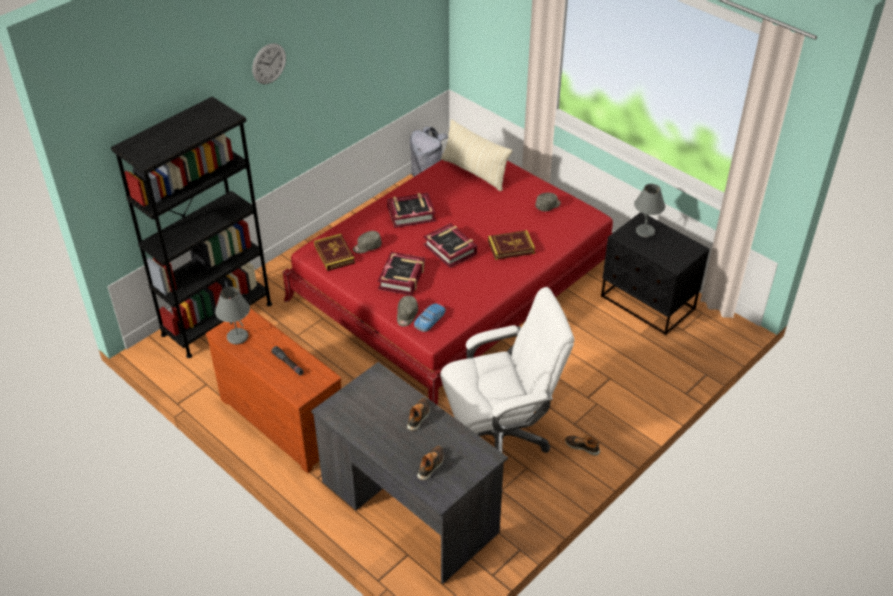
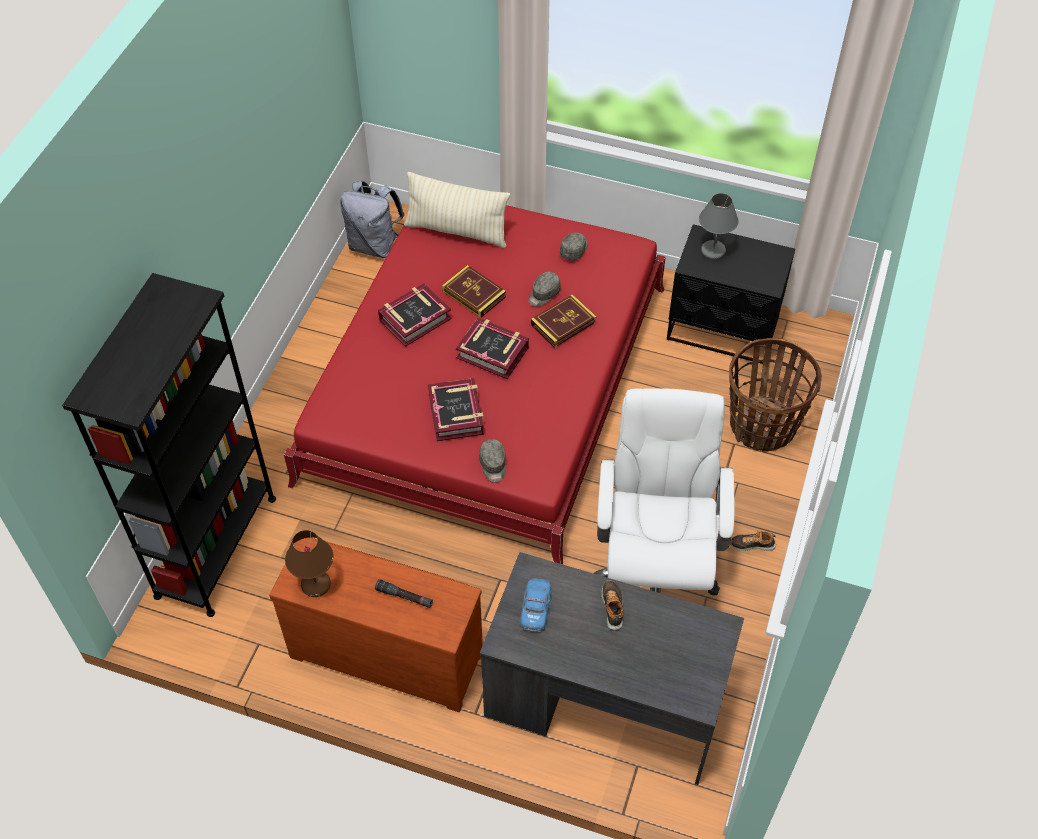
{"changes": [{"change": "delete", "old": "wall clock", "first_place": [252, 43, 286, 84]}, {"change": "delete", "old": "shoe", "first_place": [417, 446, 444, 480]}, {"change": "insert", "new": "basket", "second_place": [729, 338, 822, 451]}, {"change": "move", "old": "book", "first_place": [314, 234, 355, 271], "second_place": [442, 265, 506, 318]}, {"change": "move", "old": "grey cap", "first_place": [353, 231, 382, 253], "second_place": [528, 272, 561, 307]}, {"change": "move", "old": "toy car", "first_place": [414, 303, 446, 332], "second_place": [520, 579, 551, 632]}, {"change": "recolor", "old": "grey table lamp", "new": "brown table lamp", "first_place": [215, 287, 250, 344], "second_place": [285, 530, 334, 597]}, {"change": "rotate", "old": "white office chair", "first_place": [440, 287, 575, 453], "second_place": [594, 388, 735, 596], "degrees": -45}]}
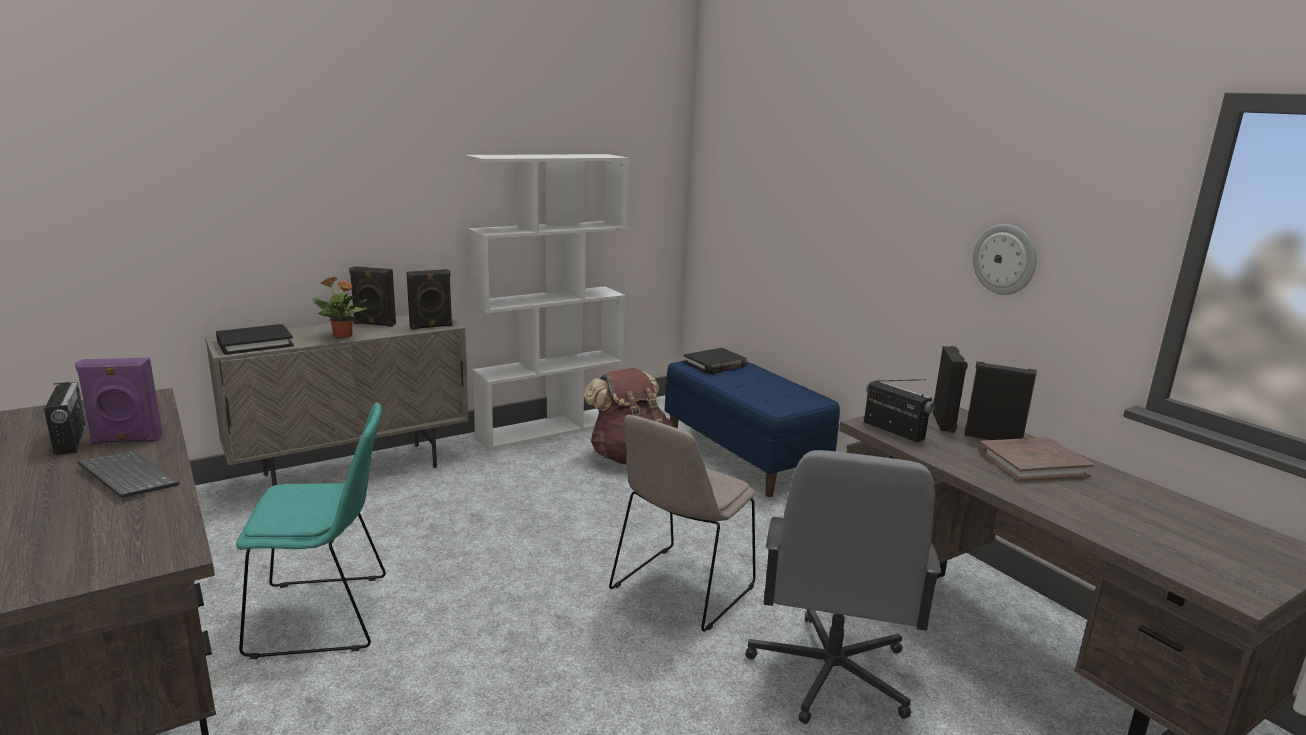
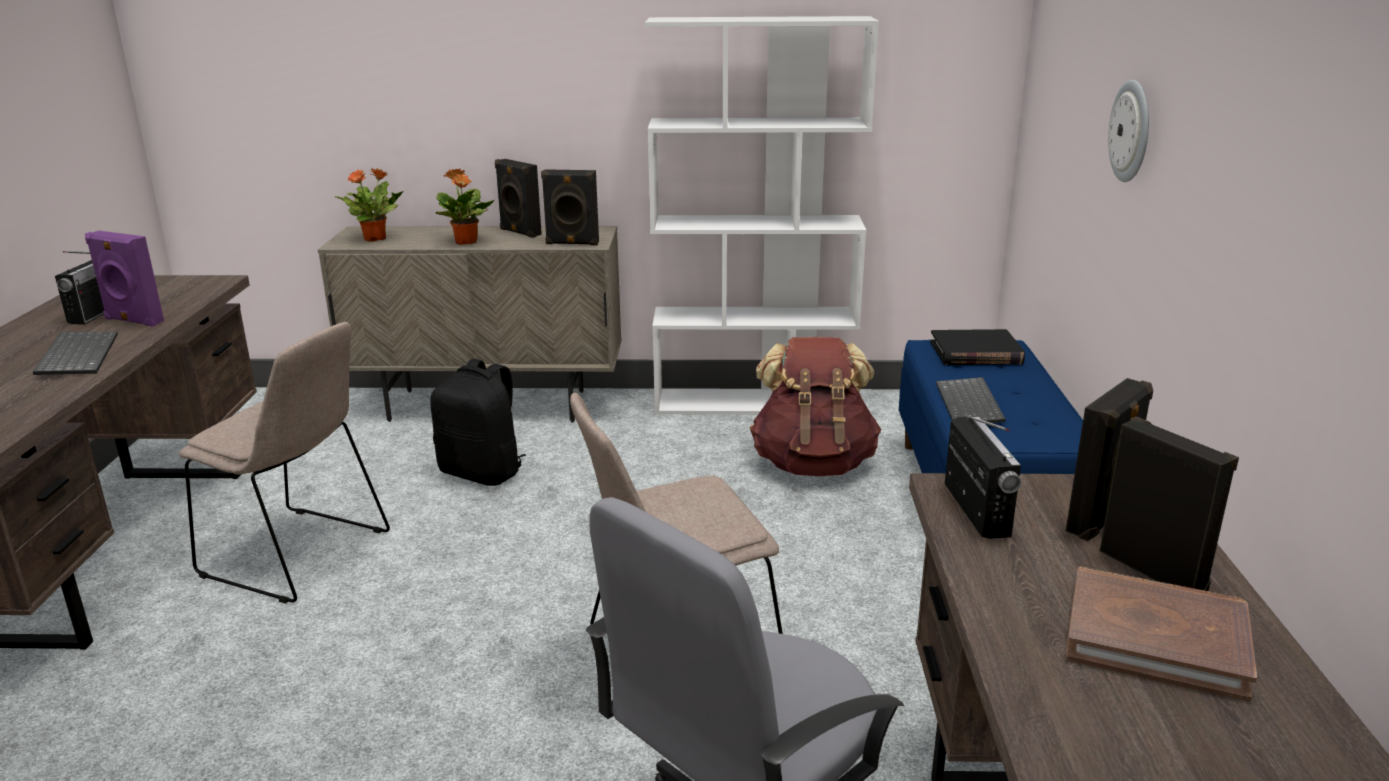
{"changes": [{"change": "insert", "new": "black backpack", "second_place": [430, 359, 526, 486]}, {"change": "insert", "new": "keyboard", "second_place": [936, 377, 1006, 423]}, {"change": "move", "old": "wall clock", "first_place": [973, 224, 1036, 295], "second_place": [1108, 80, 1149, 182]}, {"change": "replace", "old": "black book", "new": "potted plant", "first_place": [216, 324, 294, 355], "second_place": [335, 168, 404, 242]}, {"change": "recolor", "old": "turquoise chair", "new": "beige chair", "first_place": [236, 403, 386, 659], "second_place": [179, 322, 390, 604]}]}
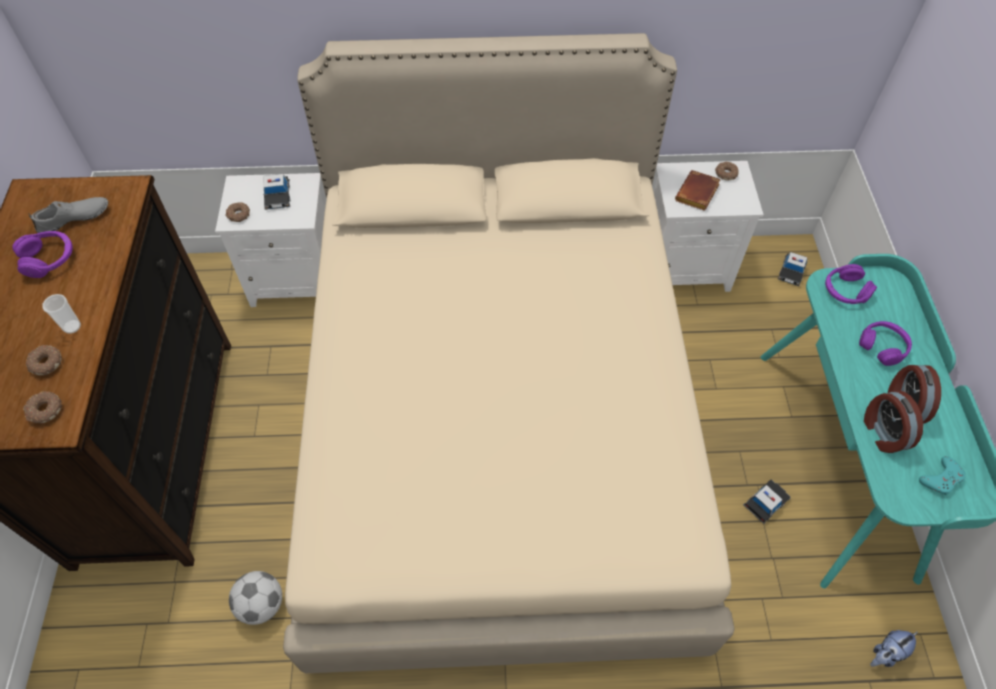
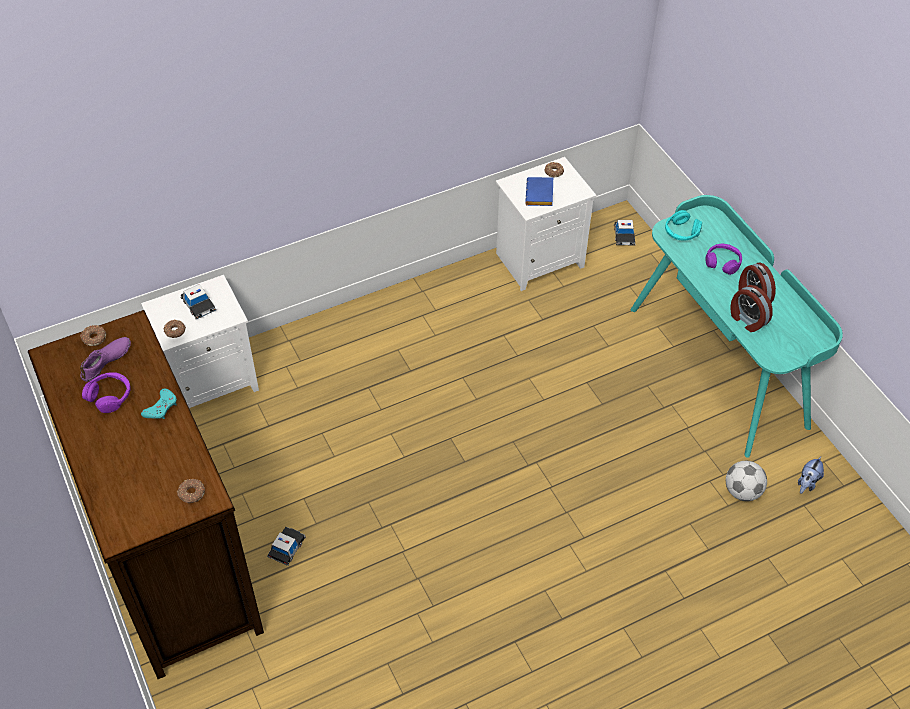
{"changes": [{"change": "delete", "old": "cup", "first_place": [42, 294, 81, 334]}, {"change": "delete", "old": "beige bed", "first_place": [283, 33, 735, 673]}, {"change": "move", "old": "donut", "first_place": [26, 345, 62, 375], "second_place": [80, 325, 106, 346]}, {"change": "move", "old": "football", "first_place": [229, 571, 282, 625], "second_place": [726, 461, 767, 501]}, {"change": "move", "old": "toy car", "first_place": [743, 480, 790, 524], "second_place": [267, 527, 306, 566]}, {"change": "move", "old": "turquoise game controller", "first_place": [919, 456, 965, 495], "second_place": [141, 388, 177, 419]}, {"change": "recolor", "old": "grey shoe", "new": "purple shoe", "first_place": [29, 197, 108, 233], "second_place": [80, 337, 131, 382]}, {"change": "recolor", "old": "brown book", "new": "blue book", "first_place": [675, 170, 721, 211], "second_place": [525, 177, 553, 206]}, {"change": "recolor", "old": "purple headphones", "new": "turquoise headphones", "first_place": [825, 264, 877, 304], "second_place": [665, 210, 702, 241]}]}
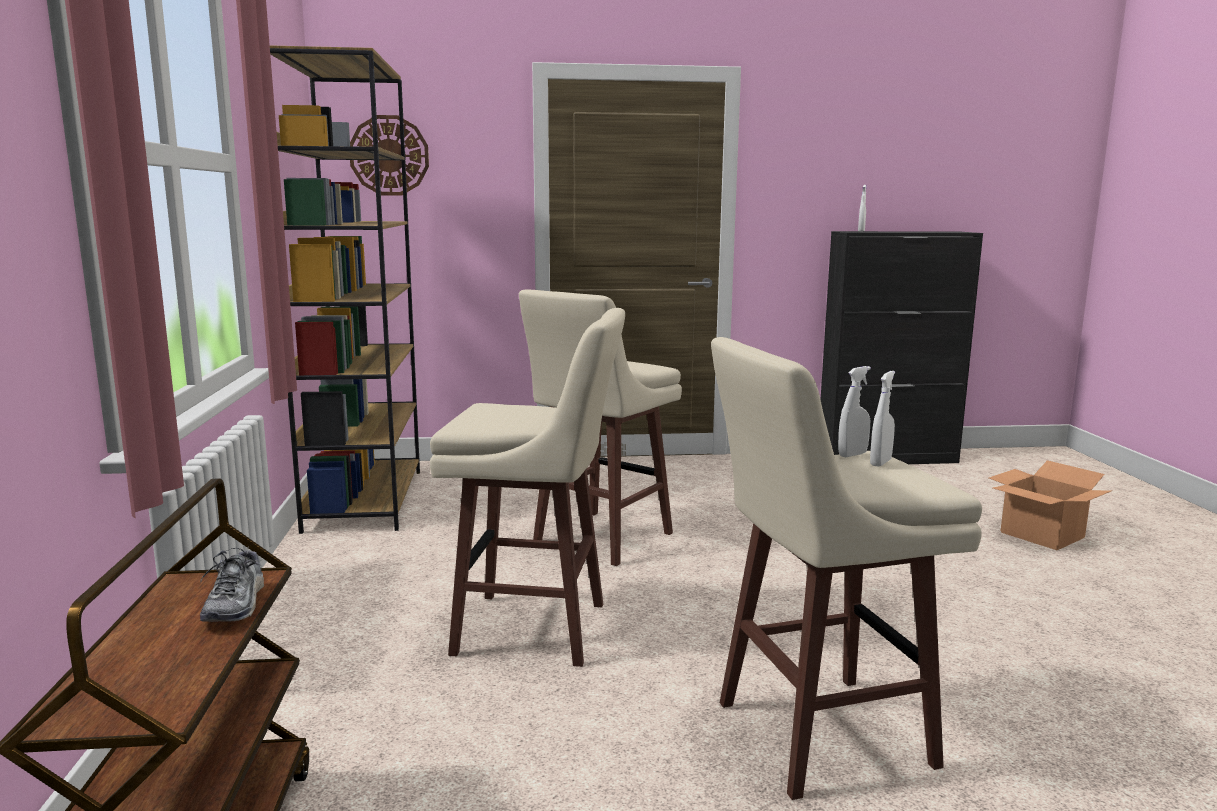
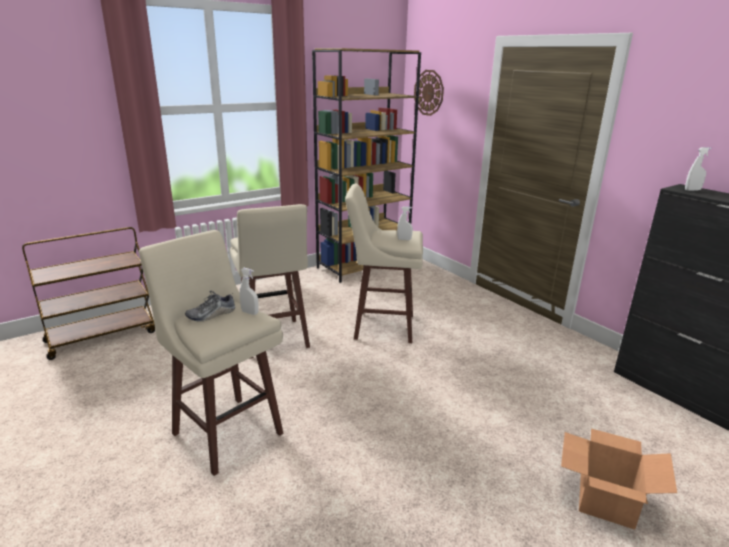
{"changes": [{"change": "move", "old": "shoe", "first_place": [200, 548, 264, 622], "second_place": [185, 291, 236, 322]}, {"change": "move", "old": "white spray bottle", "first_place": [870, 371, 895, 466], "second_place": [397, 206, 413, 240]}]}
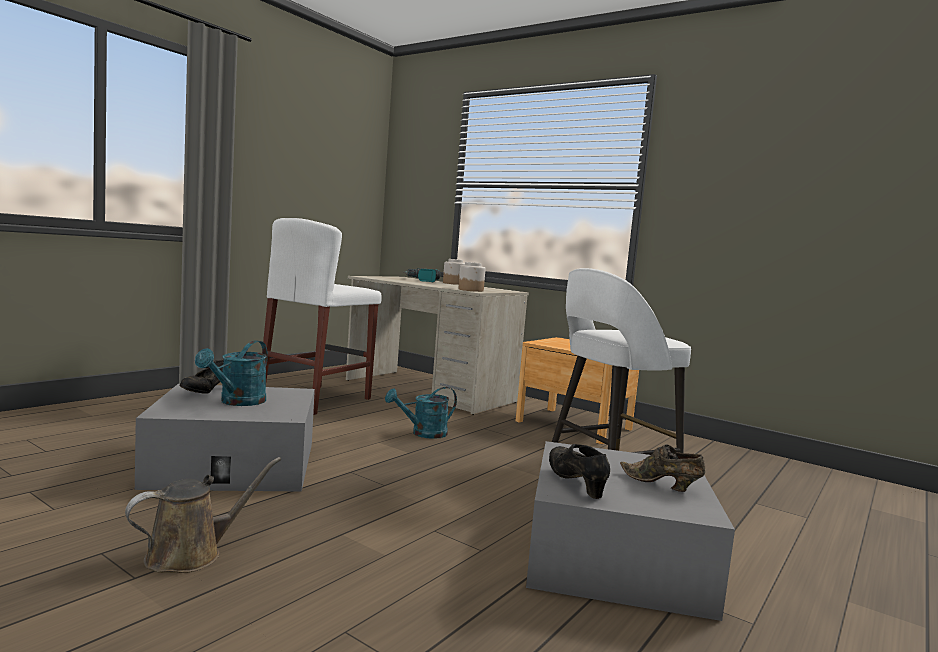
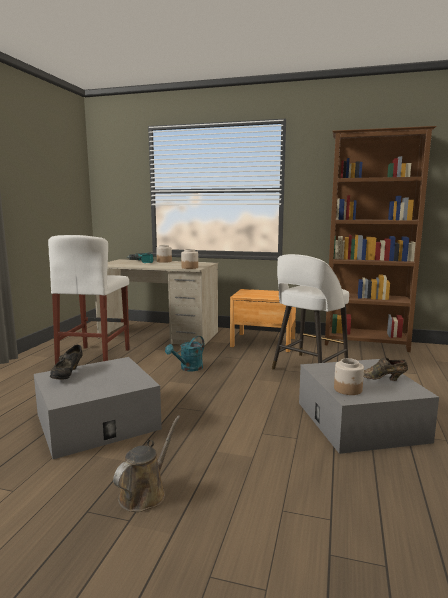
{"changes": [{"change": "delete", "old": "turquoise watering can", "first_place": [195, 340, 268, 406]}, {"change": "insert", "new": "brown bookcase", "second_place": [325, 126, 437, 352]}, {"change": "replace", "old": "black shoe", "new": "jar", "first_place": [549, 444, 610, 499], "second_place": [334, 358, 364, 395]}]}
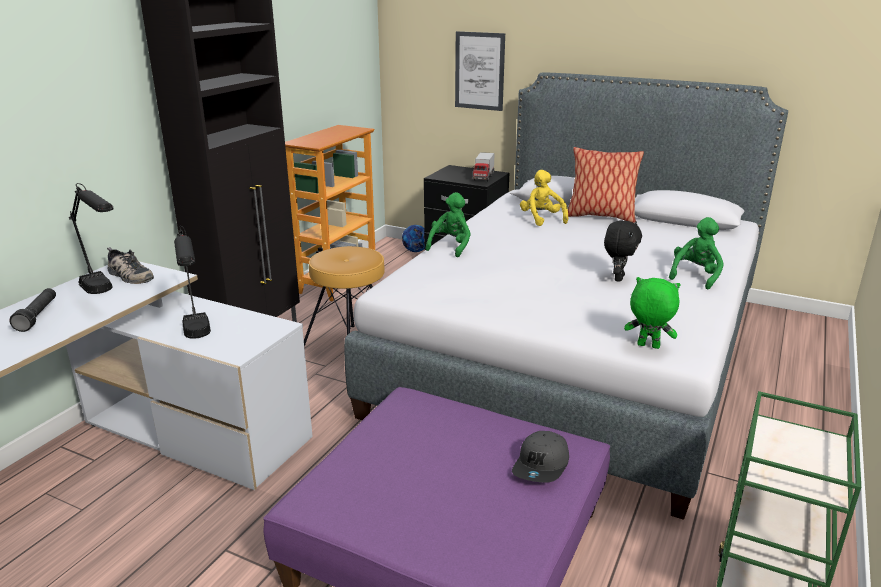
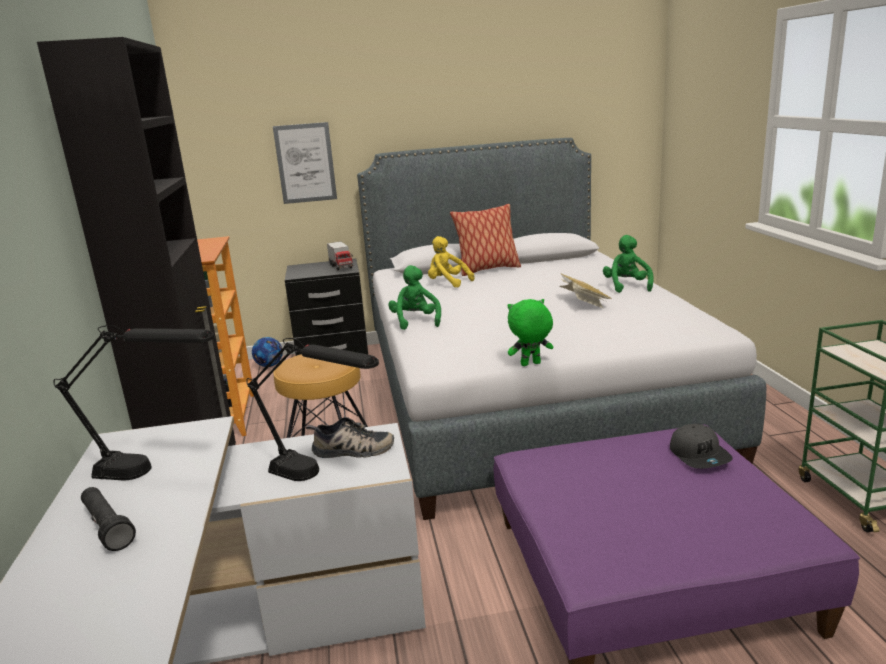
{"changes": [{"change": "move", "old": "shoe", "first_place": [107, 247, 154, 284], "second_place": [306, 417, 394, 458]}, {"change": "move", "old": "green plush toy", "first_place": [624, 277, 681, 349], "second_place": [507, 299, 553, 366]}, {"change": "replace", "old": "black plush toy", "new": "book", "first_place": [604, 220, 642, 282], "second_place": [560, 274, 612, 308]}]}
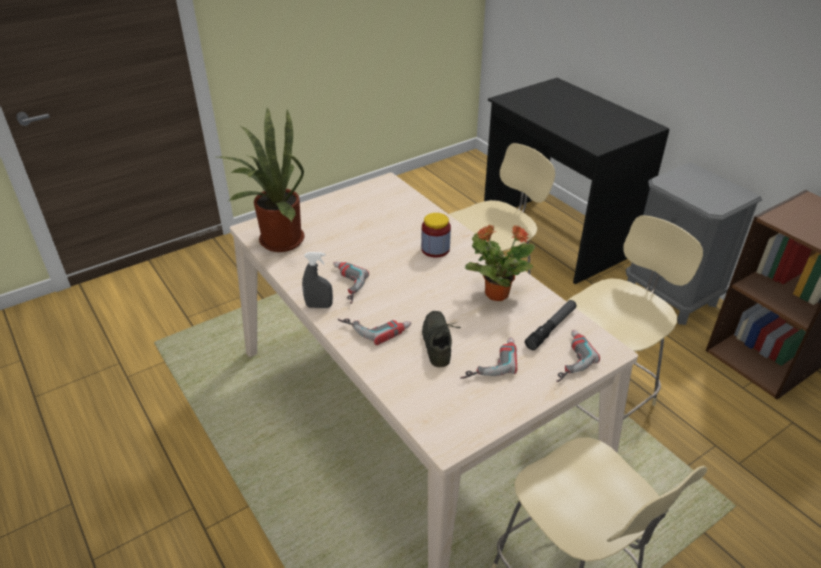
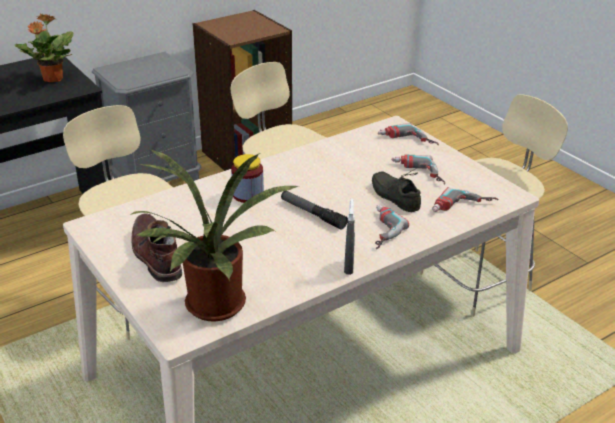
{"changes": [{"change": "insert", "new": "brown boot", "second_place": [131, 213, 182, 282]}, {"change": "move", "old": "power drill", "first_place": [333, 261, 369, 304], "second_place": [432, 187, 498, 212]}, {"change": "move", "old": "potted plant", "first_place": [465, 225, 535, 301], "second_place": [15, 14, 73, 83]}, {"change": "move", "old": "flashlight", "first_place": [525, 300, 576, 350], "second_place": [281, 191, 348, 229]}, {"change": "rotate", "old": "grey shoe", "first_place": [422, 311, 461, 367], "second_place": [372, 168, 421, 212], "degrees": 60}]}
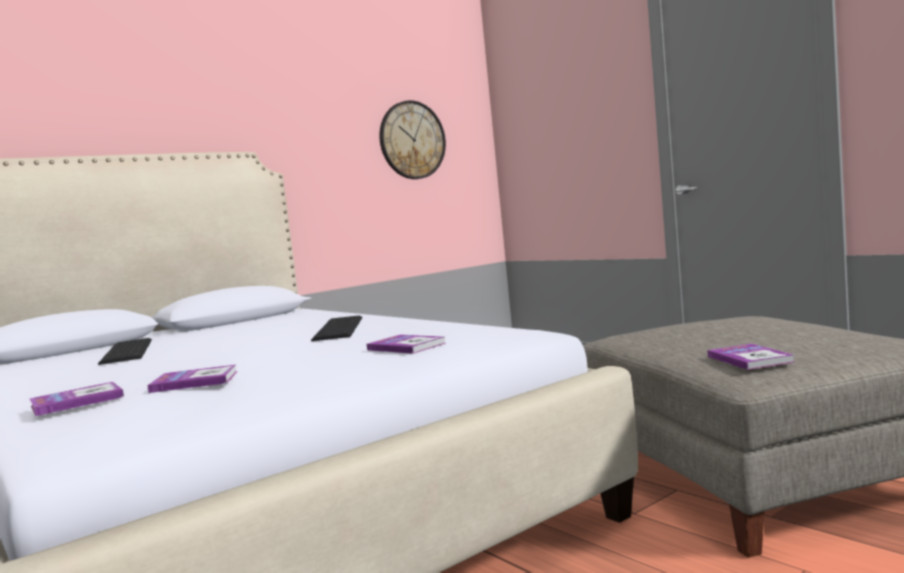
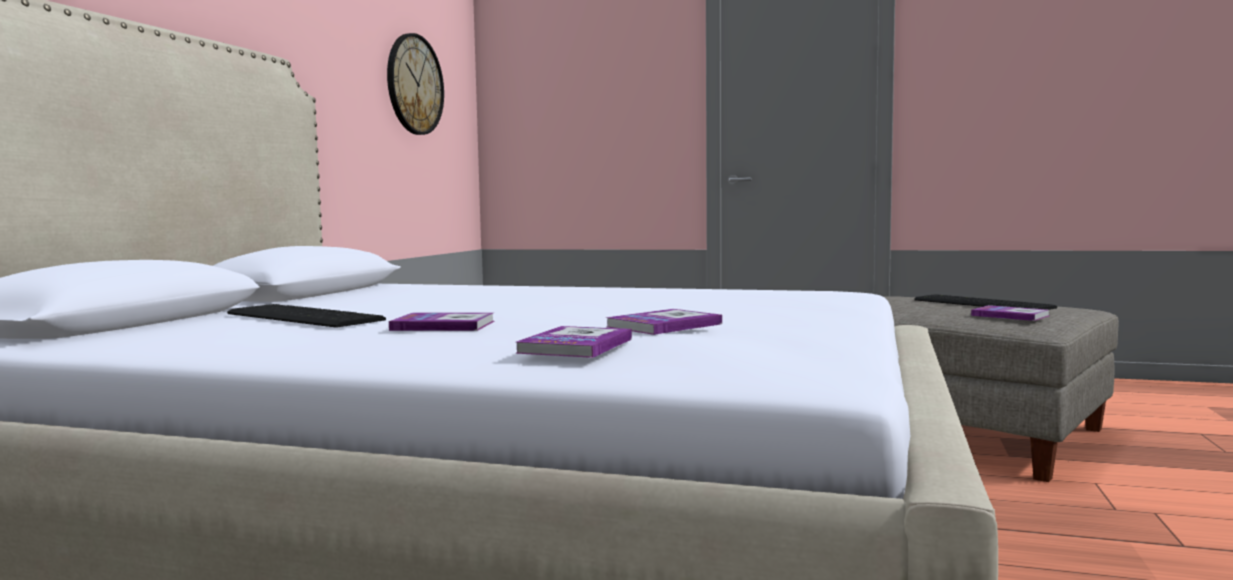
{"changes": [{"change": "move", "old": "keyboard", "first_place": [311, 316, 362, 341], "second_place": [914, 294, 1057, 310]}, {"change": "move", "old": "book", "first_place": [367, 334, 446, 354], "second_place": [389, 313, 494, 331]}]}
